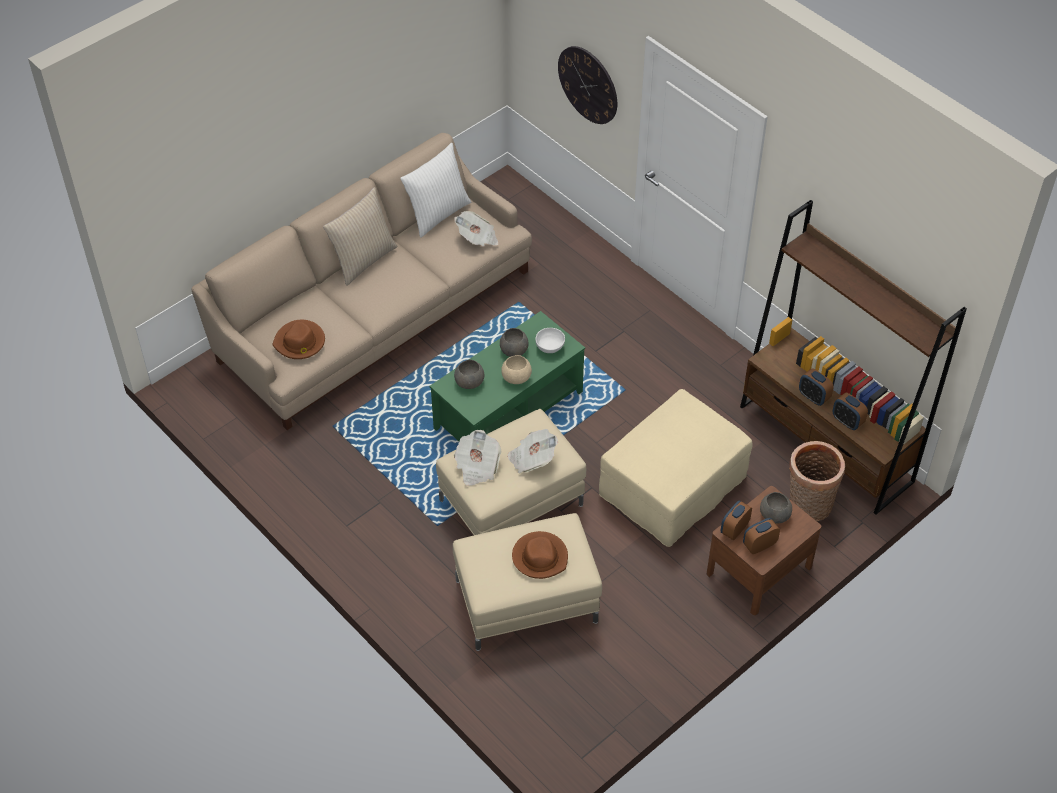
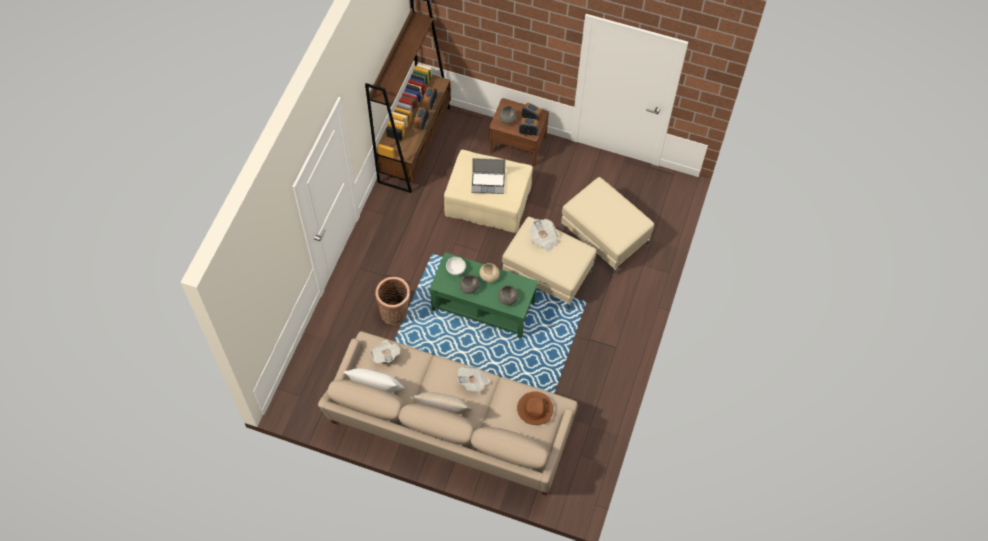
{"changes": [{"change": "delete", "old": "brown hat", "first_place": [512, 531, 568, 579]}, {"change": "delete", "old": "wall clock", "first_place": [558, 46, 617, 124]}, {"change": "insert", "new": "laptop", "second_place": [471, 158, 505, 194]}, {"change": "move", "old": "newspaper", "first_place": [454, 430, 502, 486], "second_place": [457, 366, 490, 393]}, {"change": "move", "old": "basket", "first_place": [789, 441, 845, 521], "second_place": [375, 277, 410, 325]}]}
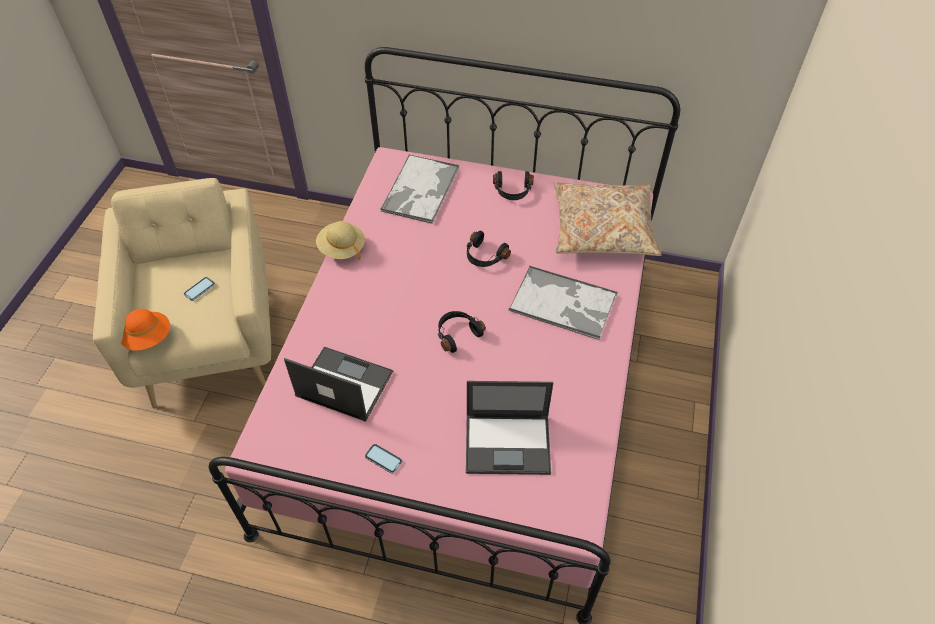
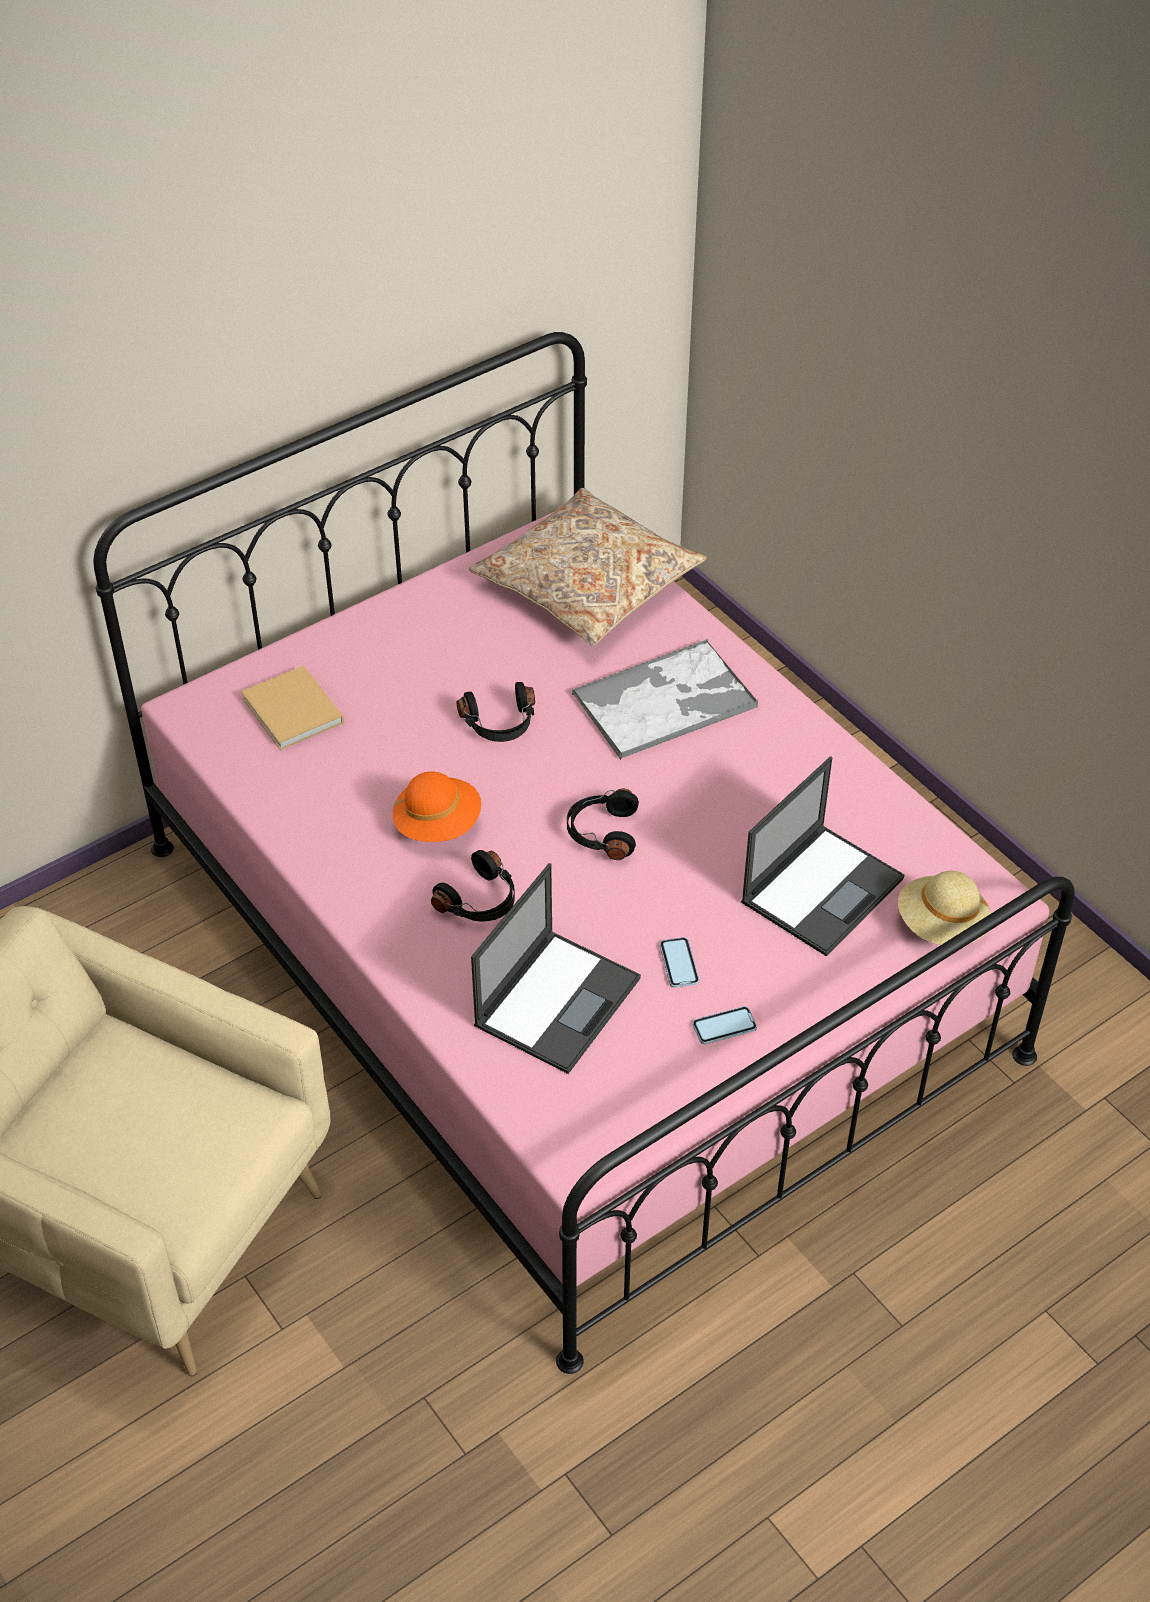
{"changes": [{"change": "move", "old": "orange hat", "first_place": [121, 309, 170, 351], "second_place": [393, 771, 481, 842]}, {"change": "move", "old": "phone", "first_place": [184, 277, 215, 301], "second_place": [660, 937, 699, 988]}, {"change": "move", "old": "beige hat", "first_place": [316, 221, 365, 260], "second_place": [898, 871, 991, 945]}, {"change": "move", "old": "black headphones", "first_place": [493, 171, 534, 200], "second_place": [431, 850, 515, 922]}, {"change": "replace", "old": "tray", "new": "beige book", "first_place": [380, 155, 459, 224], "second_place": [241, 665, 344, 750]}, {"change": "rotate", "old": "laptop", "first_place": [284, 347, 393, 422], "second_place": [471, 863, 641, 1074], "degrees": 150}]}
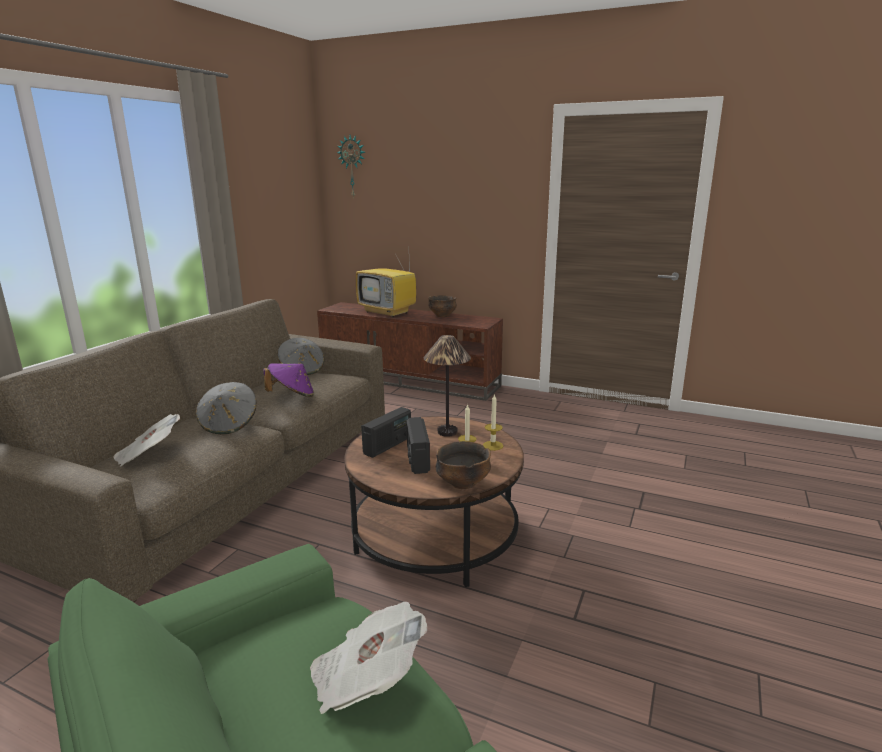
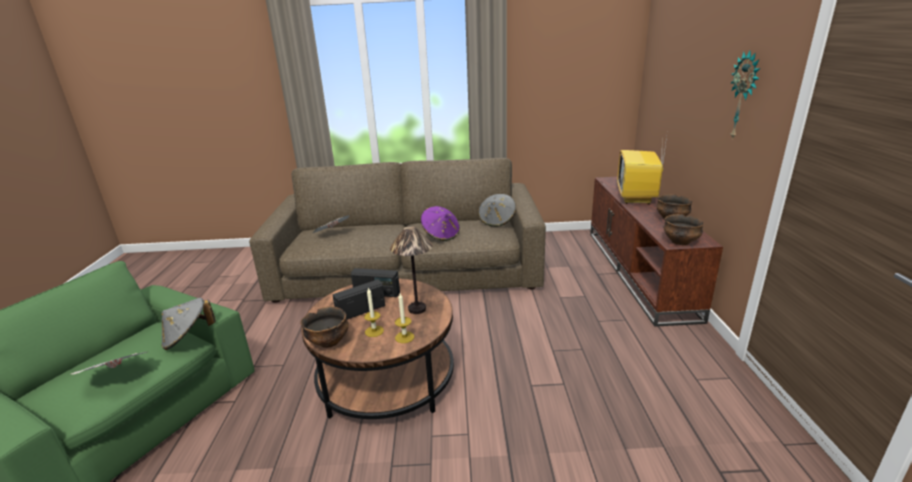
{"changes": [{"change": "insert", "new": "bowl", "second_place": [663, 214, 703, 245]}, {"change": "move", "old": "grey hat", "first_place": [196, 382, 257, 434], "second_place": [161, 298, 216, 350]}, {"change": "move", "old": "wall clock", "first_place": [337, 135, 365, 197], "second_place": [730, 51, 761, 139]}]}
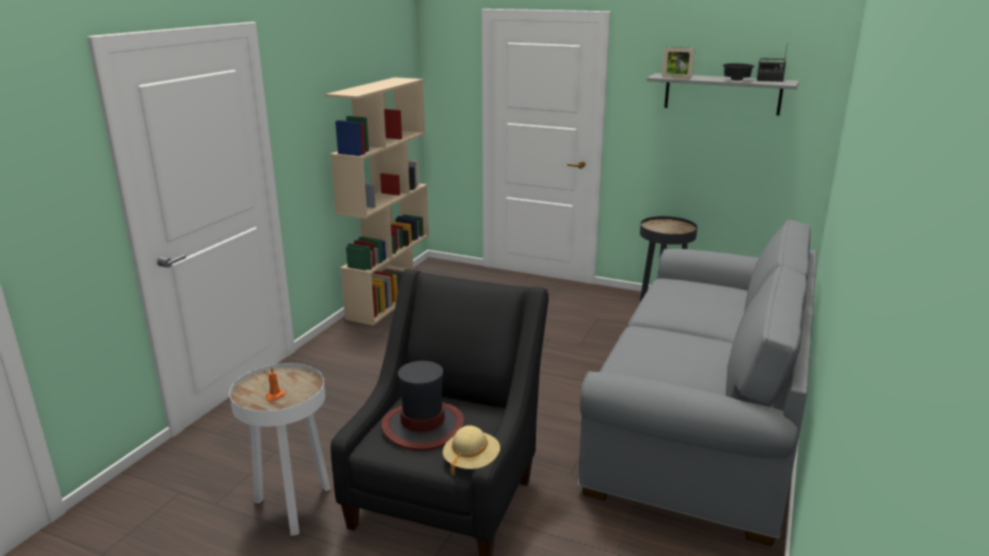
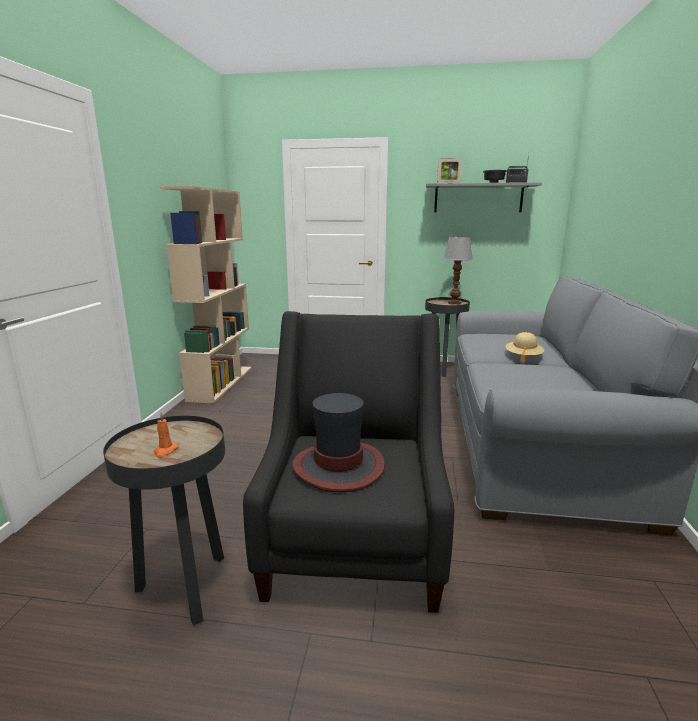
{"changes": [{"change": "insert", "new": "table lamp", "second_place": [443, 237, 473, 305]}, {"change": "move", "old": "beige hat", "first_place": [443, 425, 500, 476], "second_place": [505, 332, 544, 363]}, {"change": "recolor", "old": "white side table", "new": "black side table", "first_place": [229, 363, 331, 536], "second_place": [103, 416, 225, 625]}]}
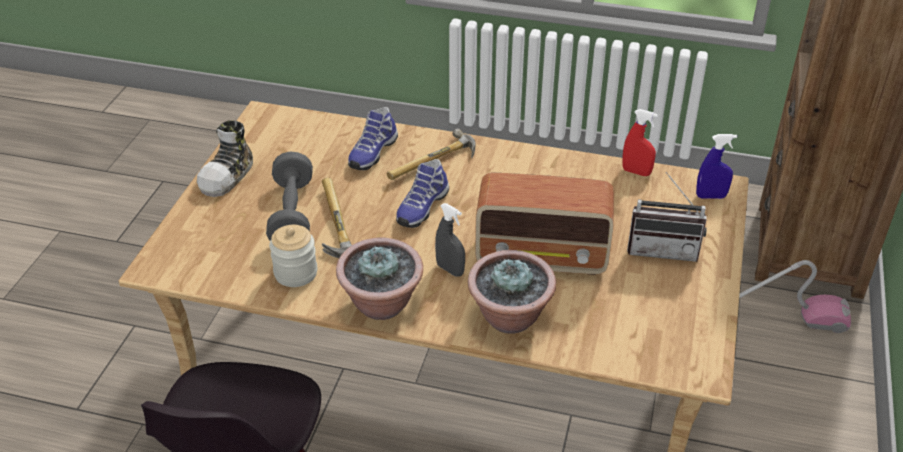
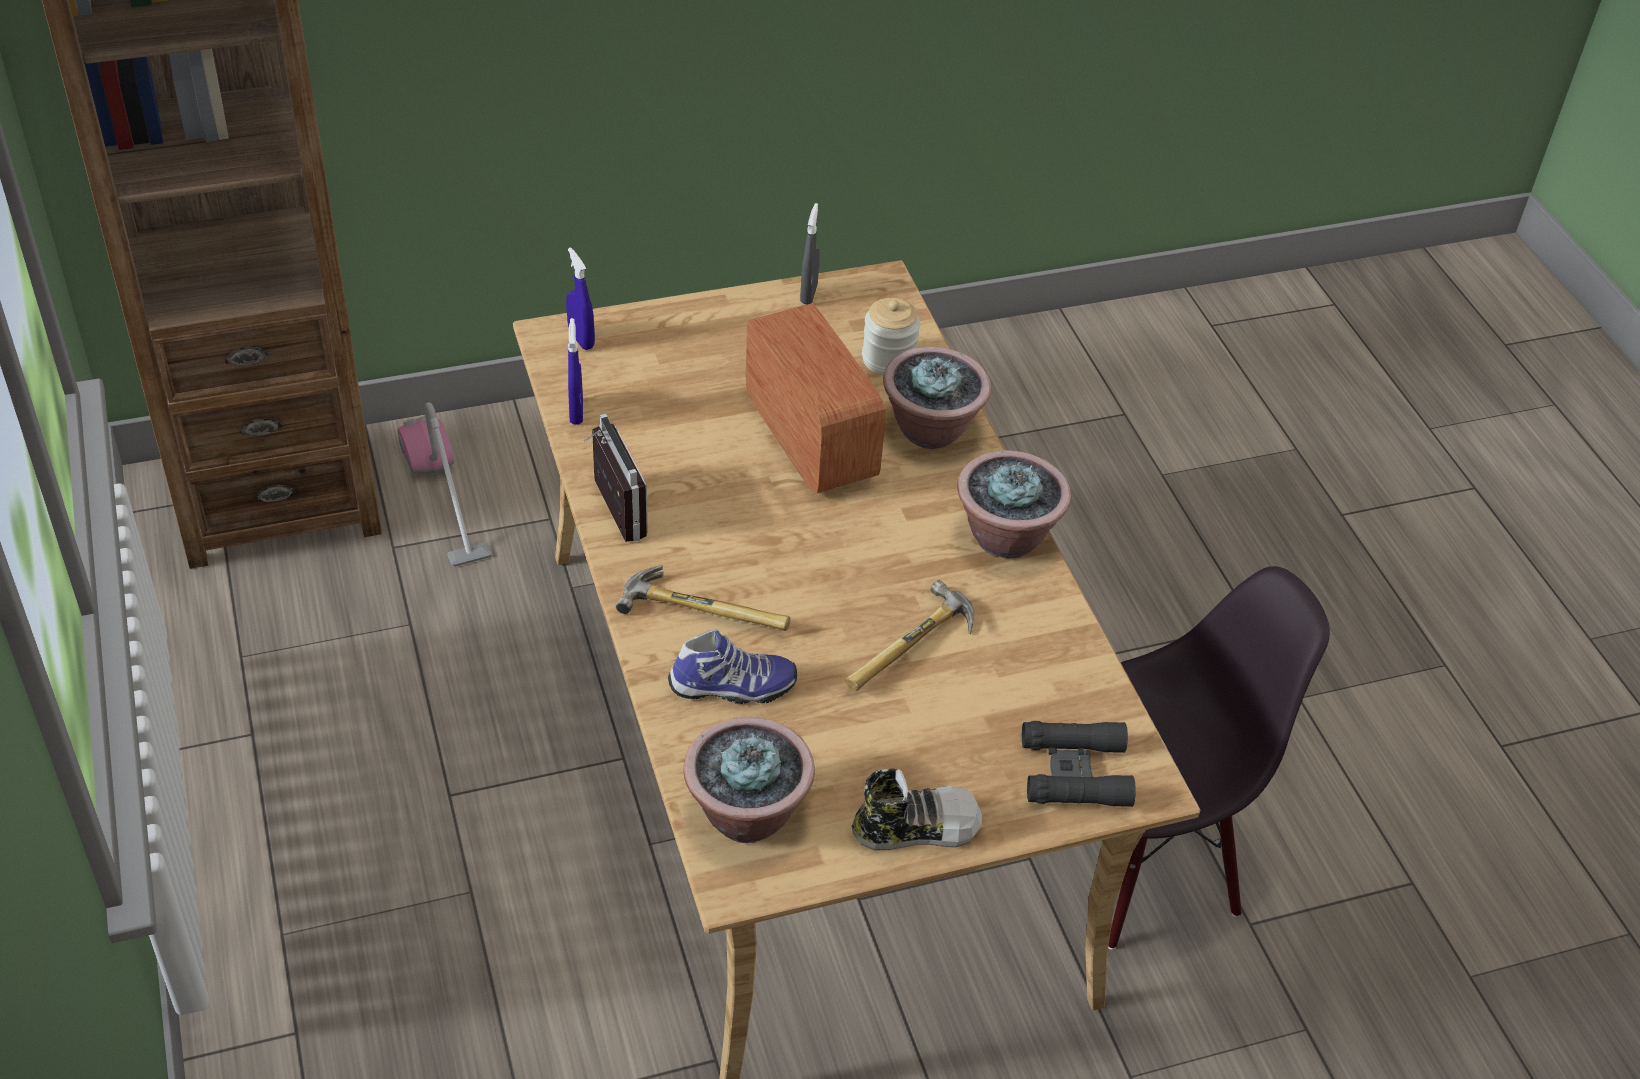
{"changes": [{"change": "delete", "old": "grey dumbbell", "first_place": [266, 151, 313, 241]}, {"change": "delete", "old": "shoe", "first_place": [396, 159, 449, 228]}, {"change": "insert", "new": "potted plant", "second_place": [684, 717, 815, 843]}, {"change": "insert", "new": "black binoculars", "second_place": [1022, 721, 1136, 807]}, {"change": "move", "old": "jar", "first_place": [269, 225, 317, 287], "second_place": [862, 298, 920, 375]}, {"change": "move", "old": "grey spray bottle", "first_place": [435, 203, 465, 277], "second_place": [800, 203, 820, 305]}, {"change": "move", "old": "radio", "first_place": [627, 172, 707, 262], "second_place": [582, 414, 648, 542]}, {"change": "recolor", "old": "red spray bottle", "new": "blue spray bottle", "first_place": [622, 109, 658, 176], "second_place": [568, 318, 583, 425]}]}
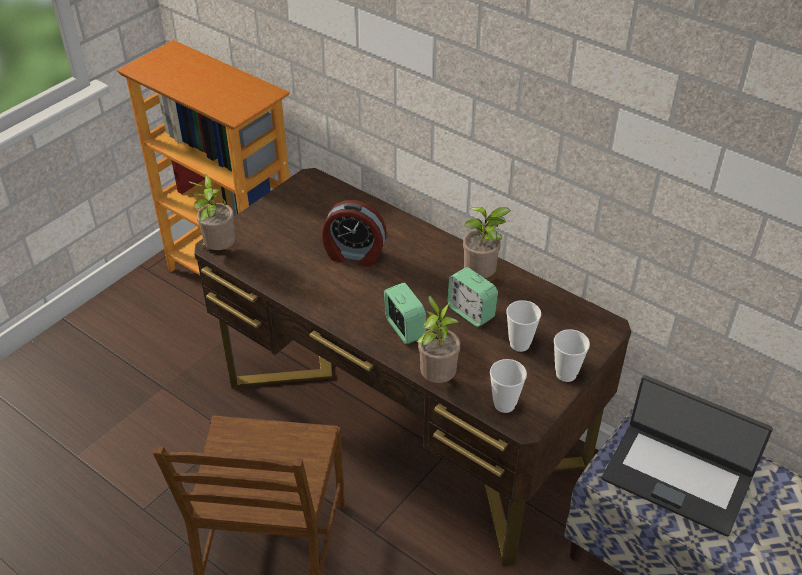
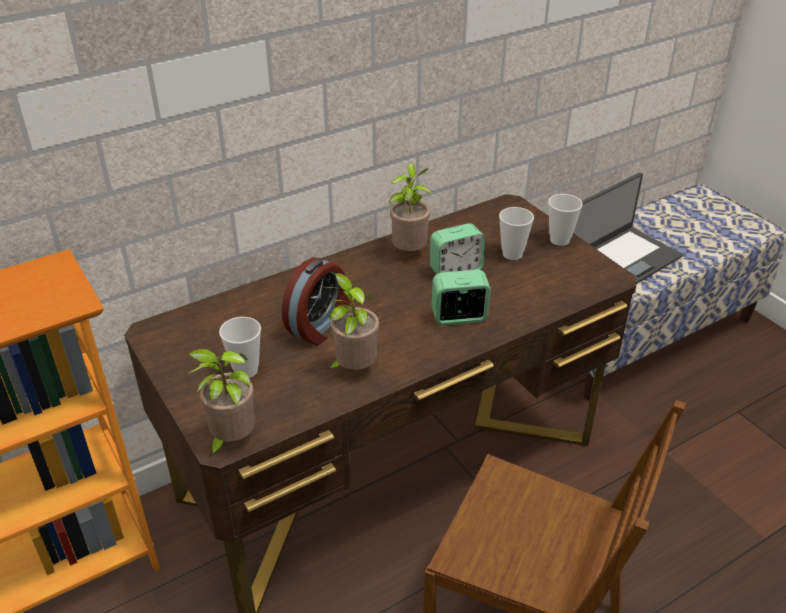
{"changes": [{"change": "move", "old": "potted plant", "first_place": [417, 295, 460, 383], "second_place": [321, 273, 379, 370]}, {"change": "move", "old": "cup", "first_place": [490, 359, 527, 413], "second_place": [219, 317, 261, 378]}]}
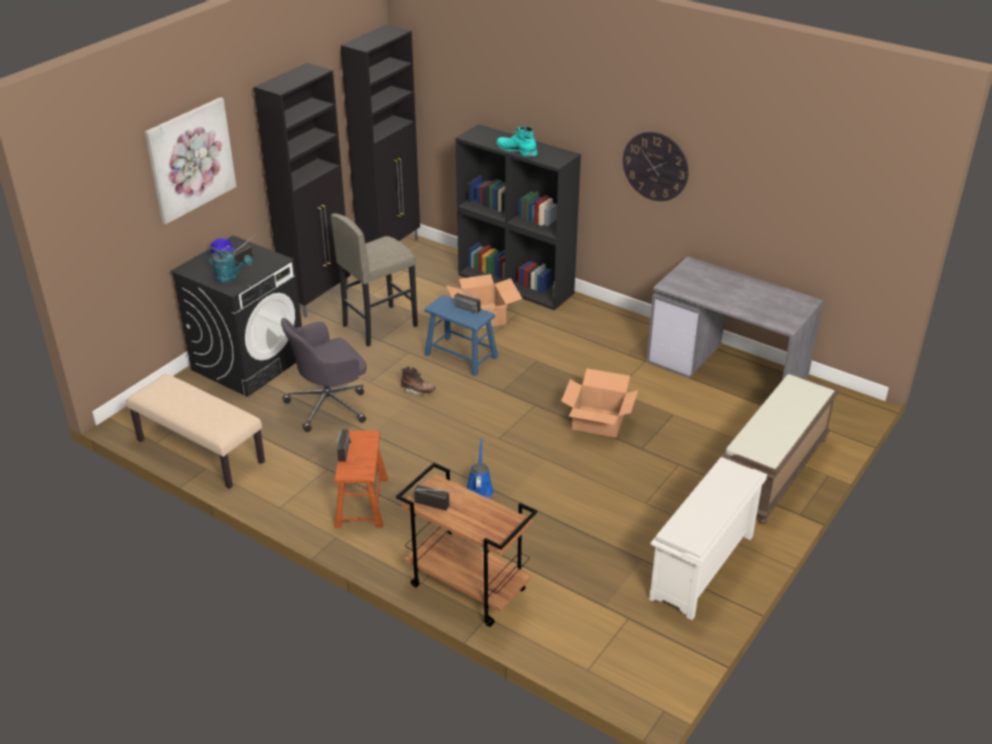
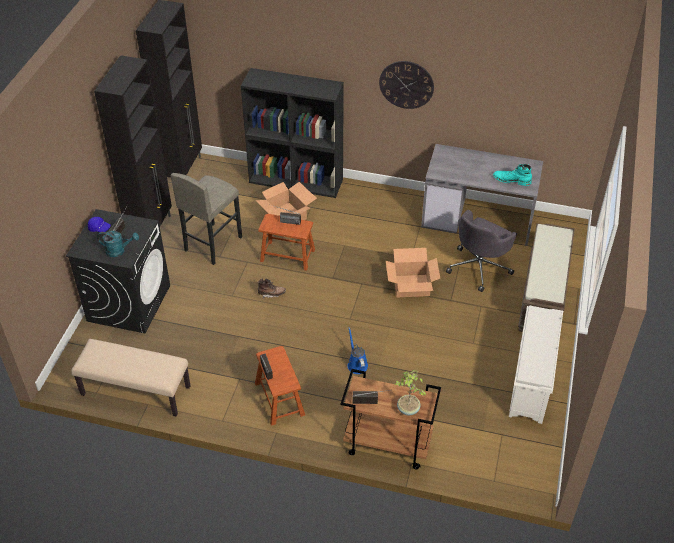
{"changes": [{"change": "delete", "old": "picture", "first_place": [145, 97, 236, 224]}, {"change": "insert", "new": "potted plant", "second_place": [394, 370, 426, 416]}, {"change": "move", "old": "grey office chair", "first_place": [281, 318, 367, 432], "second_place": [446, 210, 517, 292]}, {"change": "move", "old": "turquoise boot", "first_place": [496, 126, 537, 157], "second_place": [493, 164, 532, 186]}, {"change": "recolor", "old": "blue stool", "new": "brown stool", "first_place": [424, 295, 498, 376], "second_place": [258, 214, 315, 271]}]}
